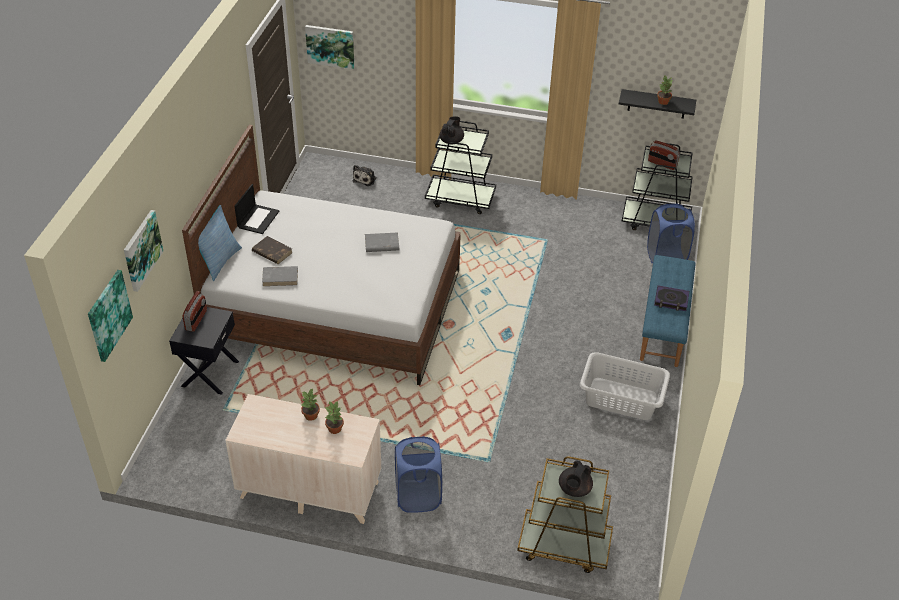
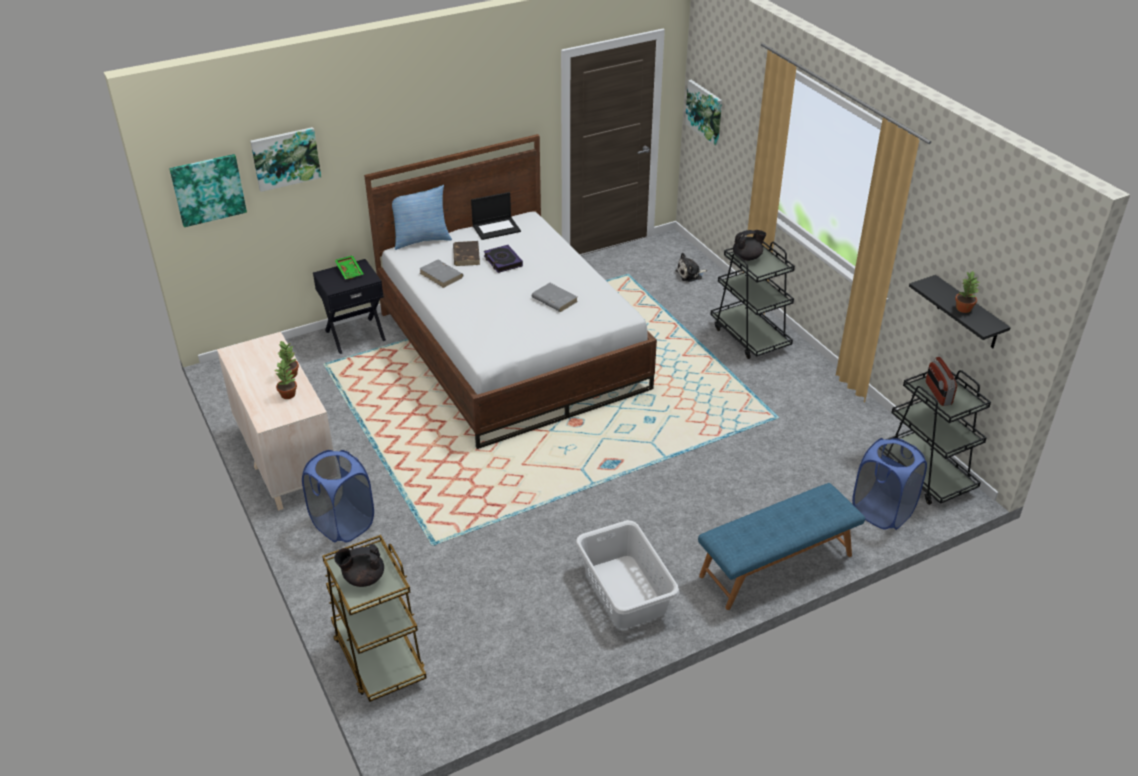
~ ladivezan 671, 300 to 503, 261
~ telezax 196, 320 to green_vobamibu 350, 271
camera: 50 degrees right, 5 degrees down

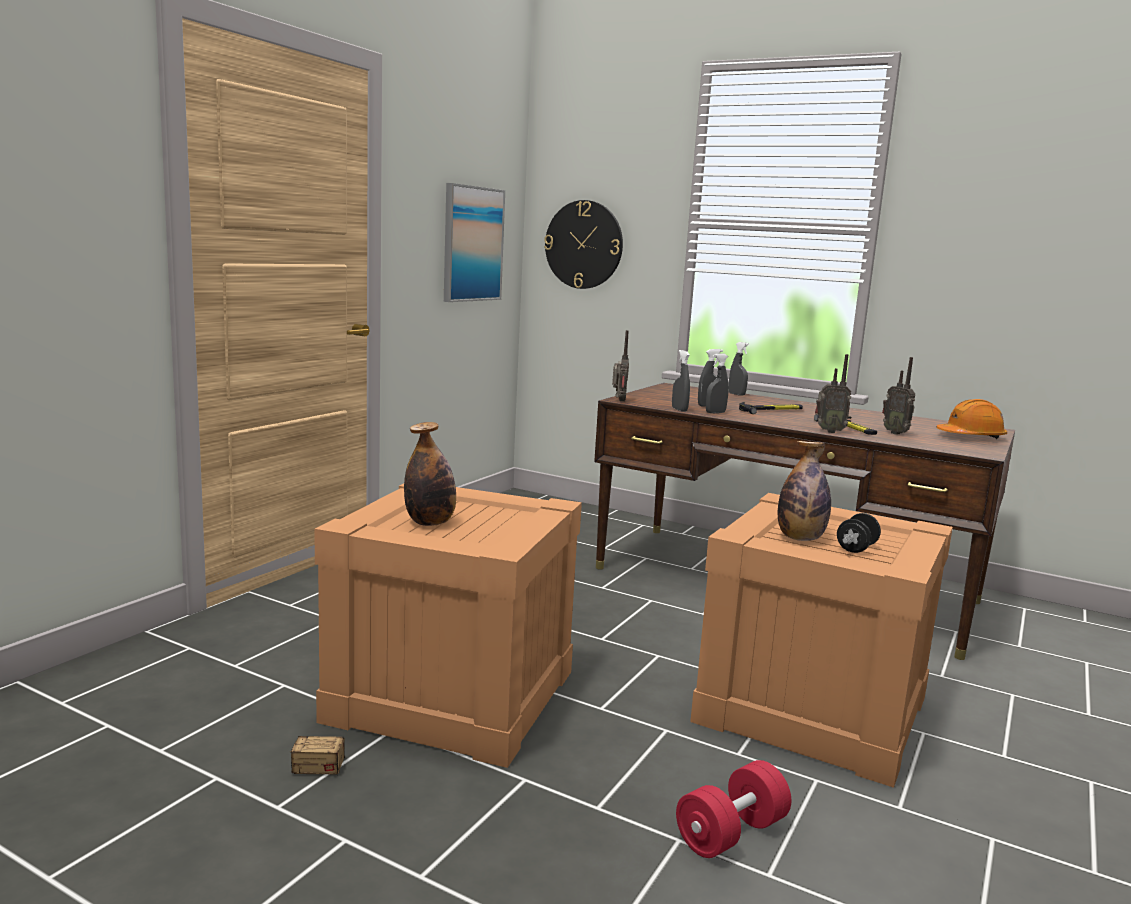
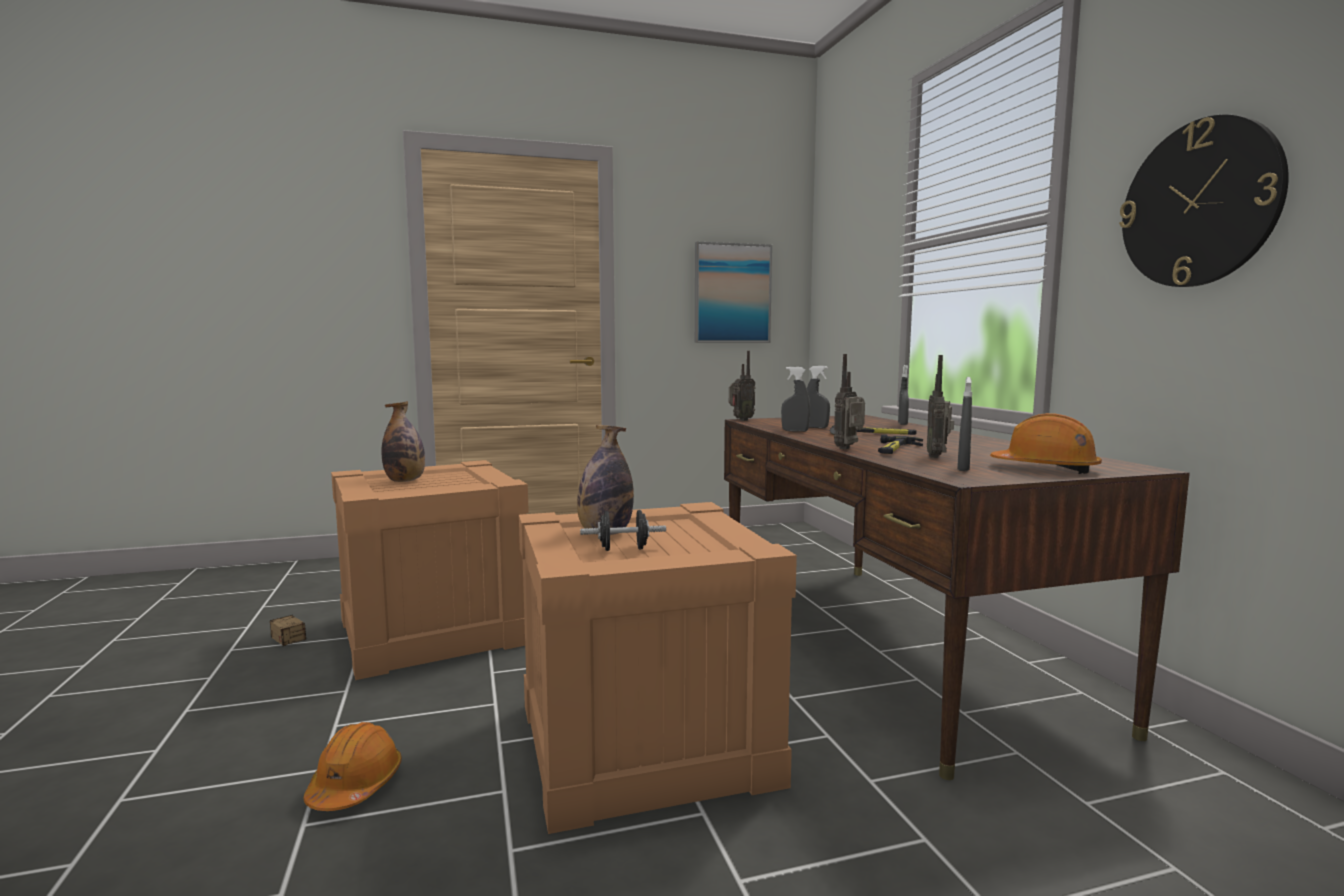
~ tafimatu 584, 244 to 1199, 204
~ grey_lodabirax 679, 410 to 963, 469
~ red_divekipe 731, 833 to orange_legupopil 355, 785
~ telezax 828, 431 = 849, 449 75 degrees clockwise
camera: 45 degrees right, 5 degrees down

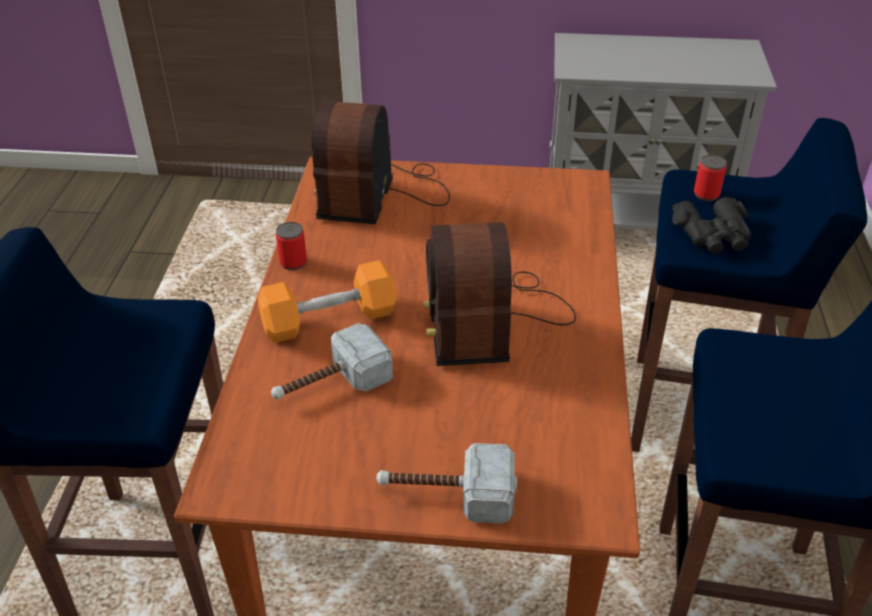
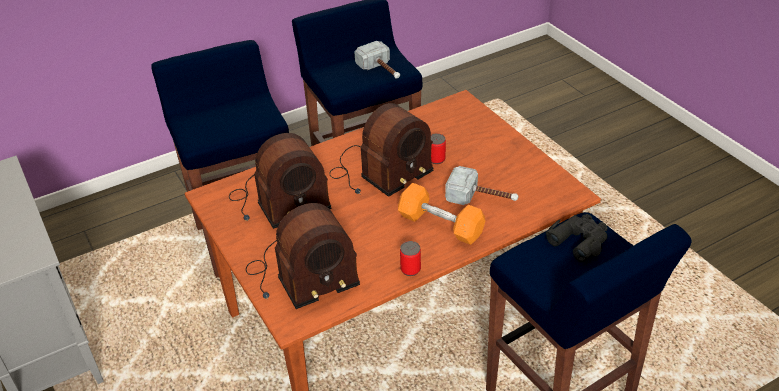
+ telezax 278, 201
~ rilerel 446, 494 to 382, 71
~ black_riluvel 713, 235 to 579, 240
~ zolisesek 706, 194 to 436, 159
camera: 125 degrees left, 0 degrees up

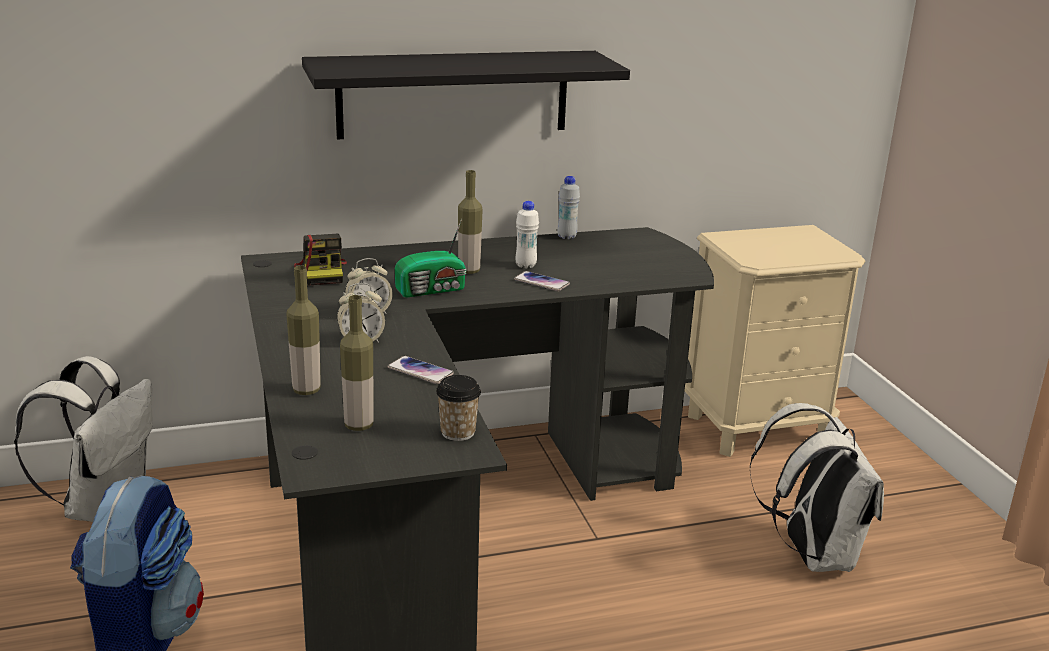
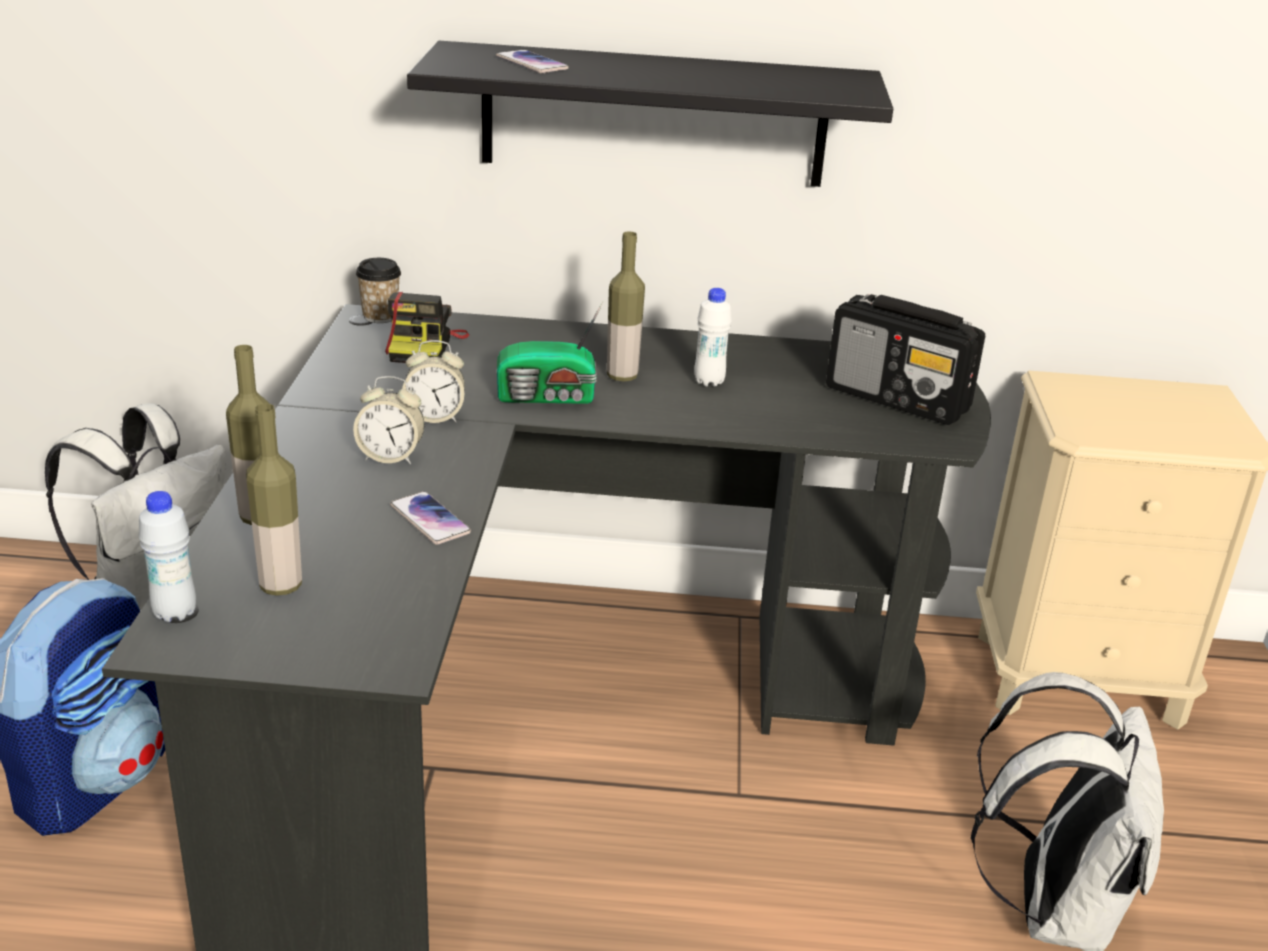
+ telezax 898, 399
~ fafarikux 458, 432 to 380, 316
~ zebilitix 541, 282 to 531, 63
~ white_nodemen 567, 237 to 175, 613
camera: 20 degrees right, 5 degrees up

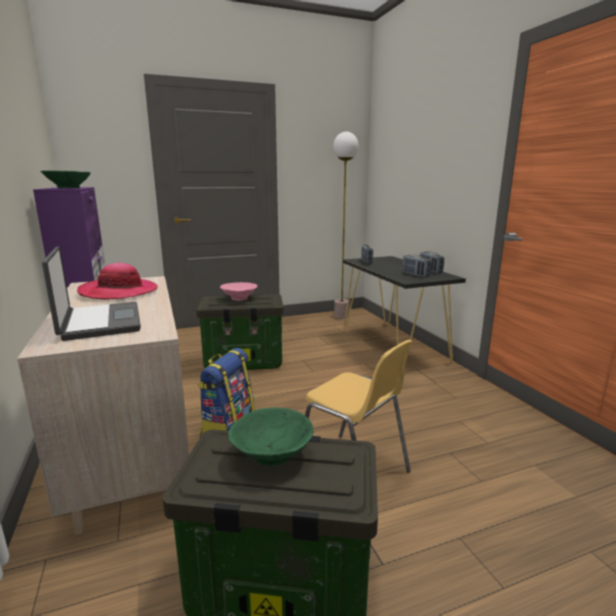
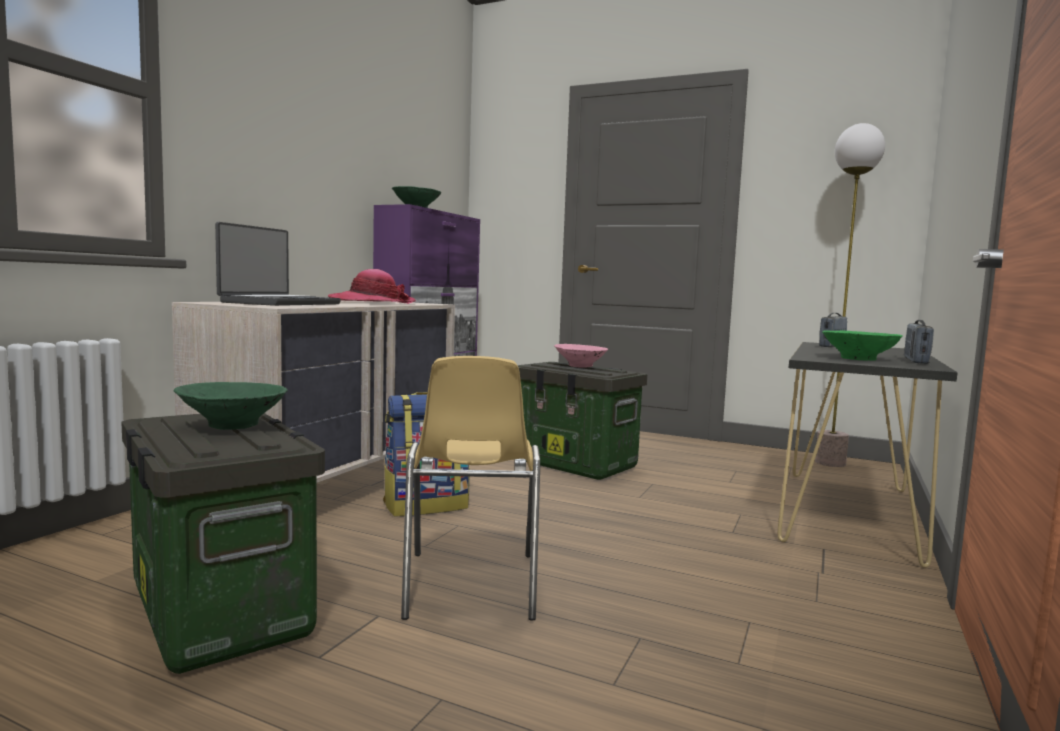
~ telezax 415, 275 to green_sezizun 859, 359
camera: 45 degrees right, 10 degrees down

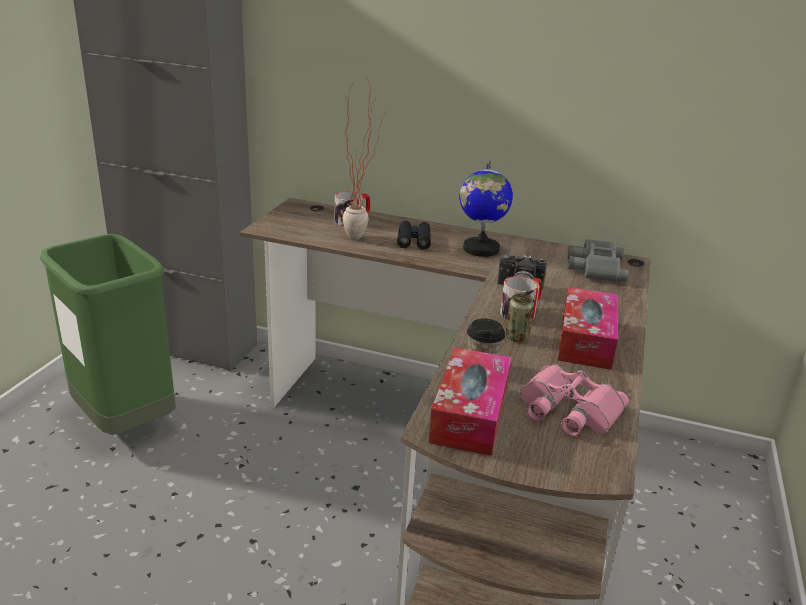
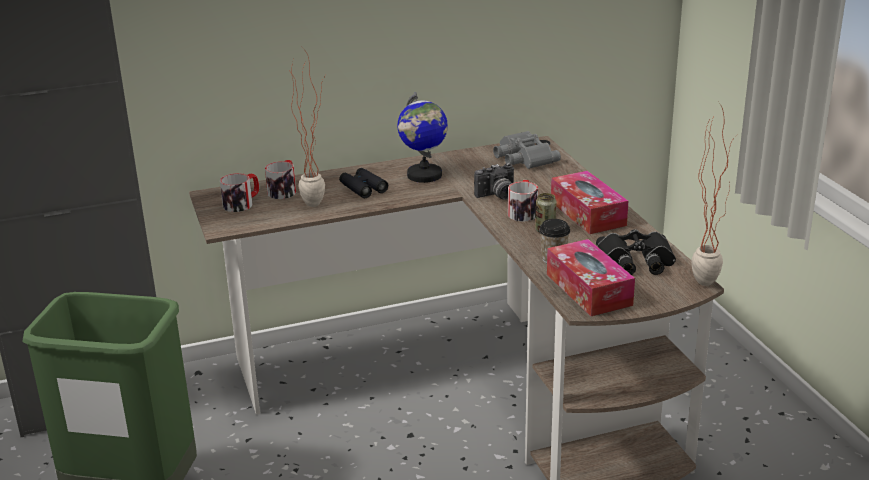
+ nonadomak 242, 203
+ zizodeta 706, 278
~ pink_riluvel 567, 410 to black_riluvel 635, 261
camera: 35 degrees left, 0 degrees up

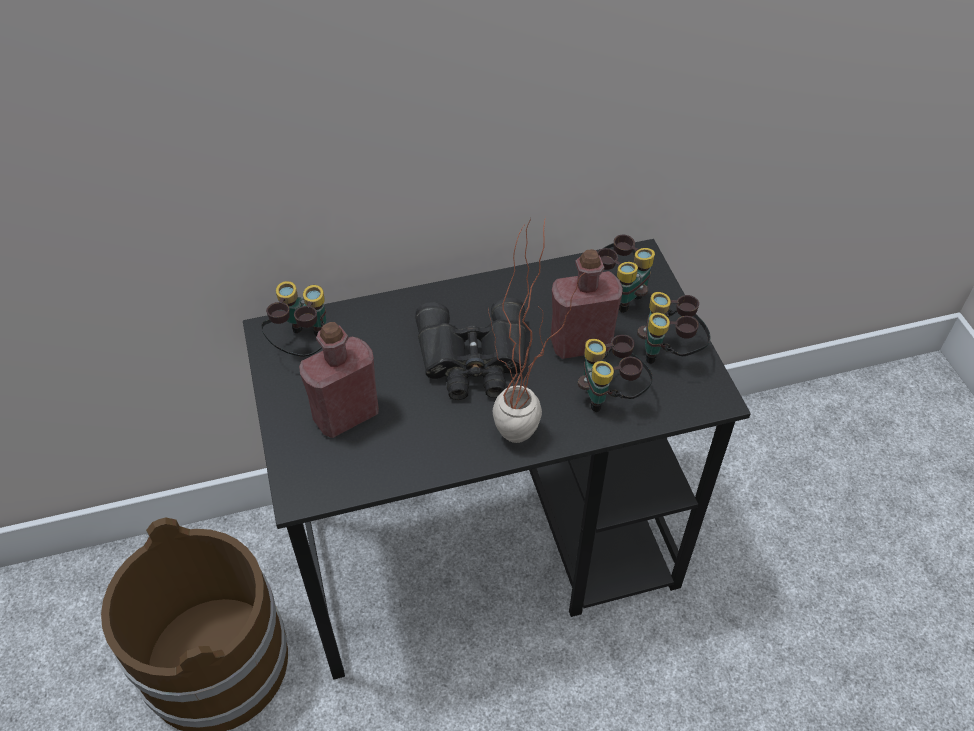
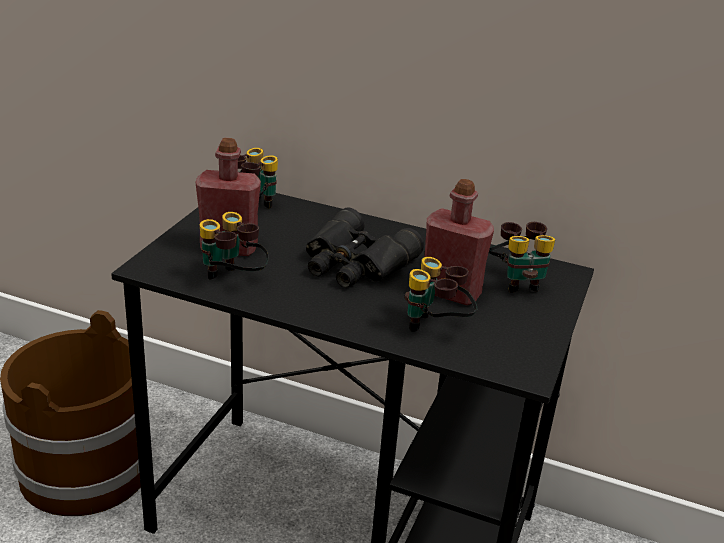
- zizodeta 526, 443
~ riluvel 669, 353 to 232, 281
camera: 35 degrees right, 20 degrees down

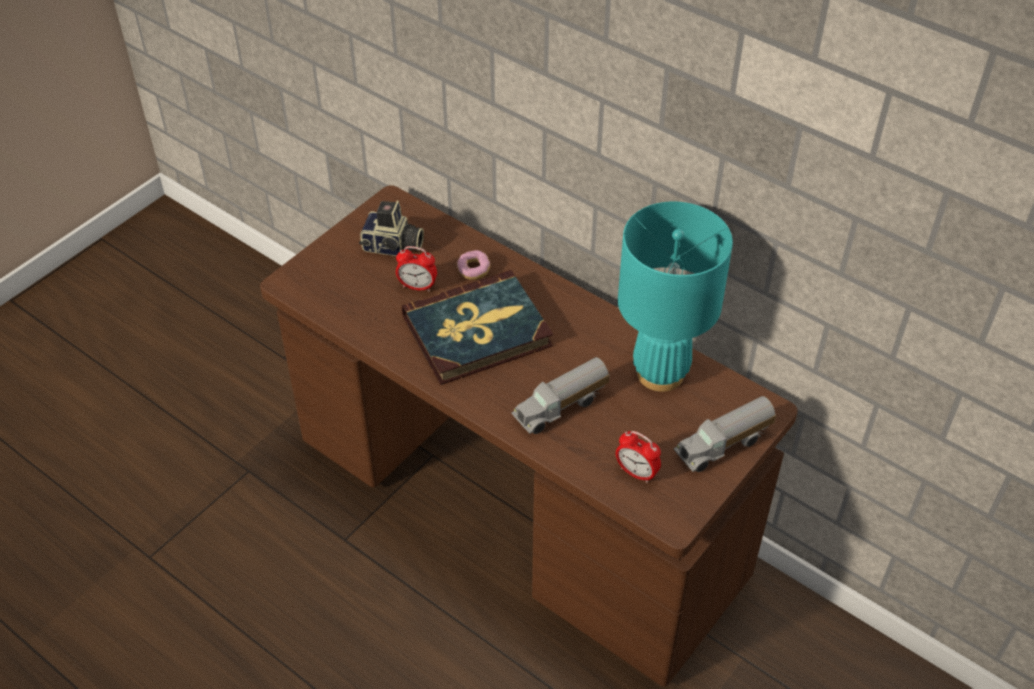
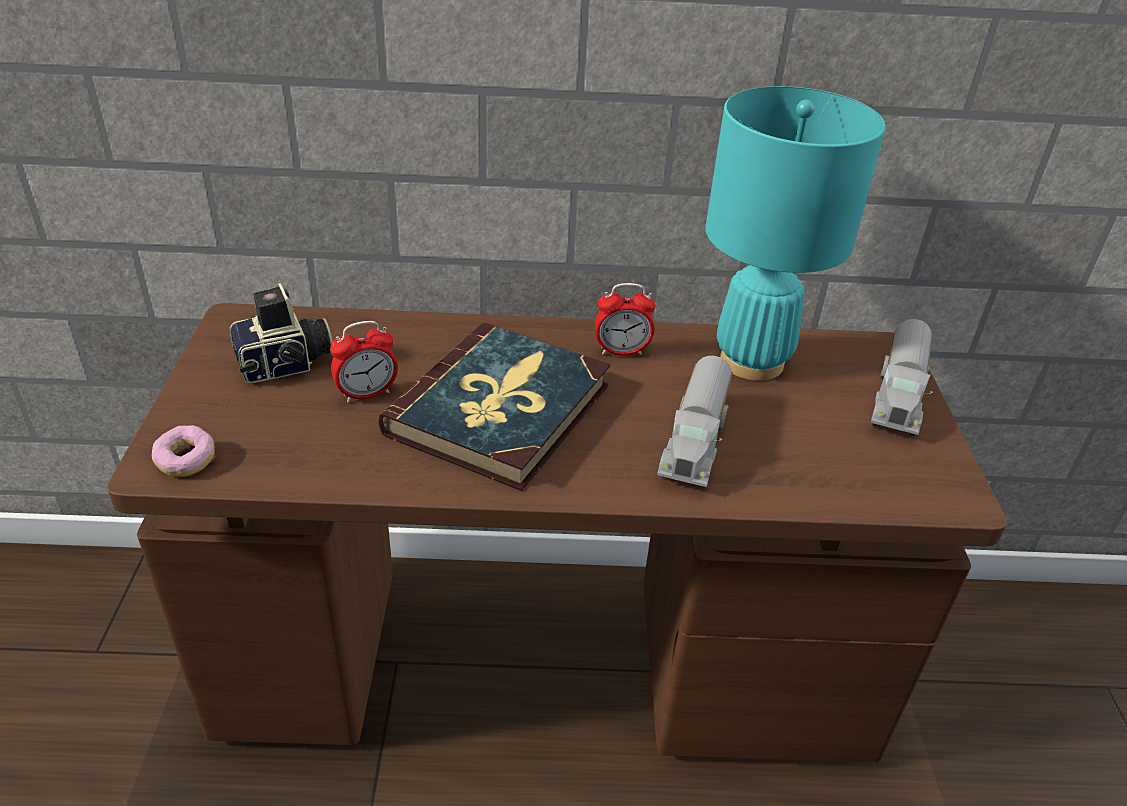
~ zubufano 473, 270 to 186, 461
~ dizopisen 636, 473 to 621, 351
camera: 40 degrees left, 10 degrees down

